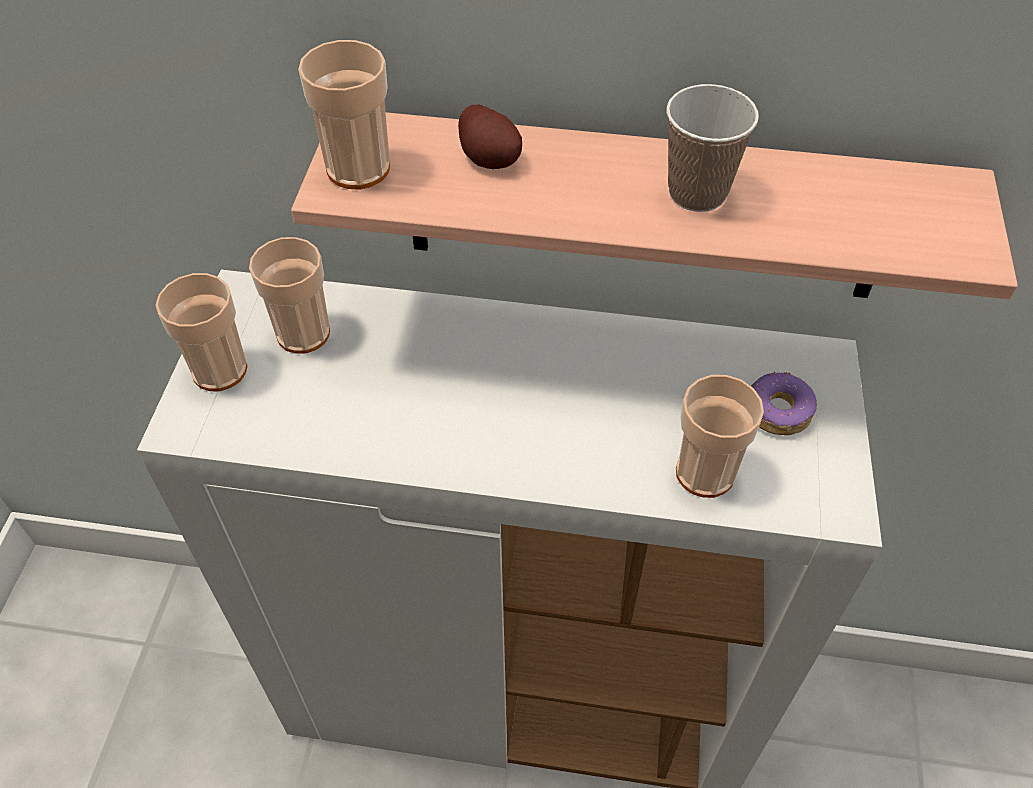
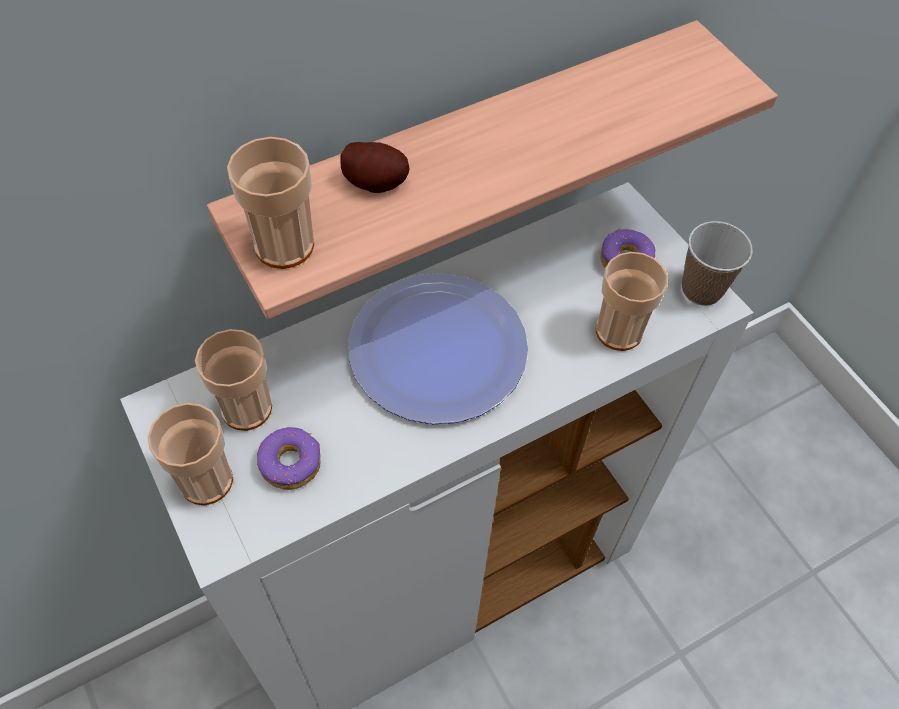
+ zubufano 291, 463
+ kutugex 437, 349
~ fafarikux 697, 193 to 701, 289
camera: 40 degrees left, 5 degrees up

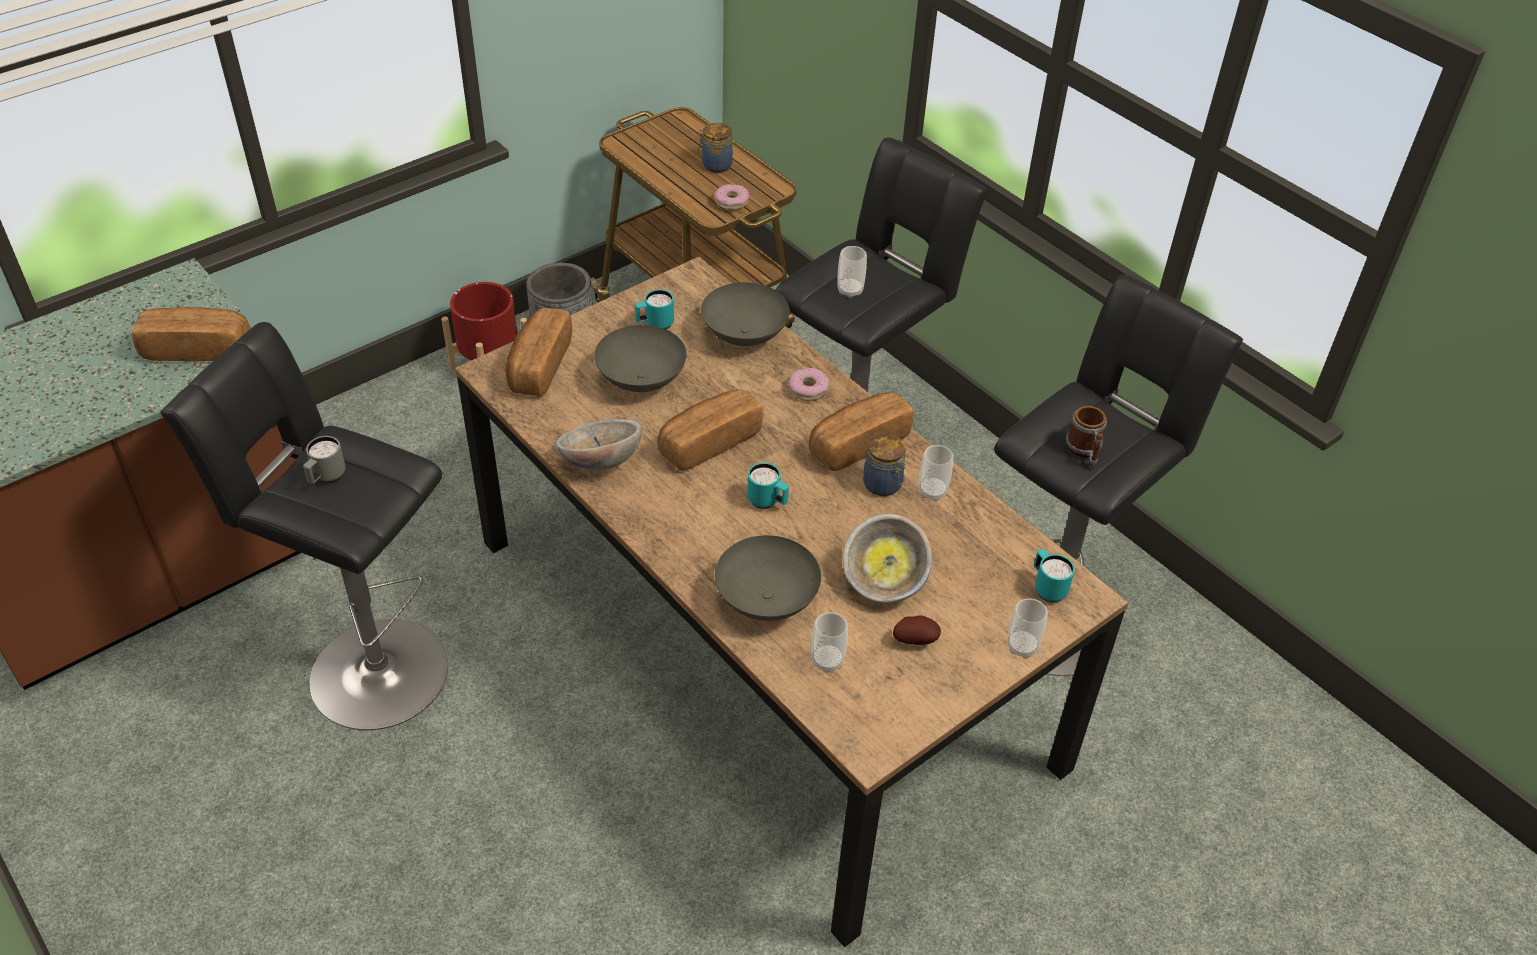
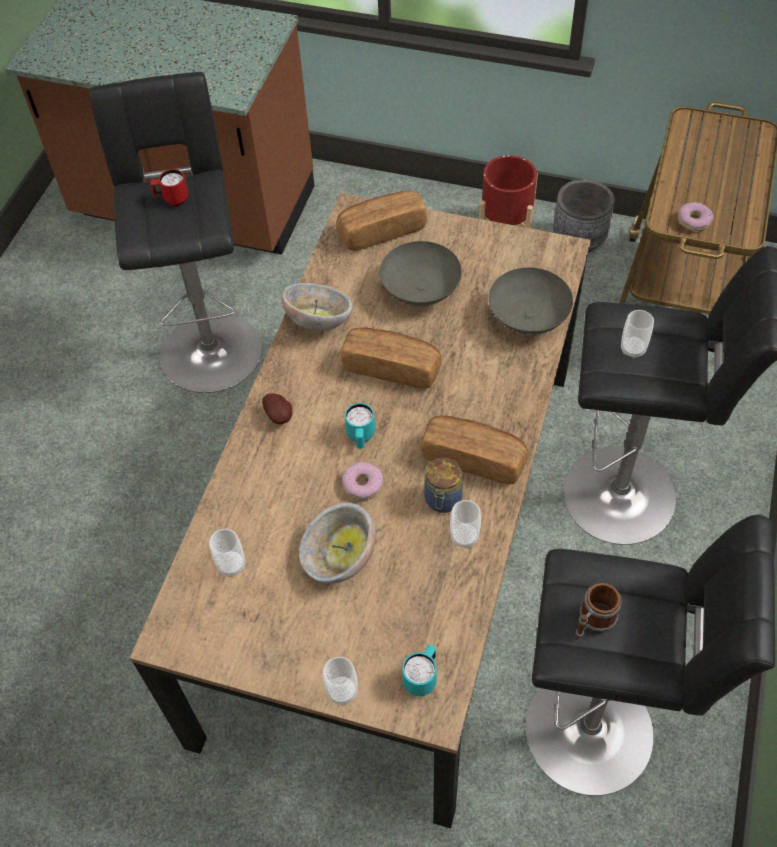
- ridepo 198, 349
- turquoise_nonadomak 655, 325
- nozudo 715, 165
- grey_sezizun 767, 601
~ zubufano 808, 389 to 362, 484
~ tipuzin 915, 639 to 280, 416
~ grey_nonadomak 326, 477 to red_nonadomak 172, 200
camera: 60 degrees right, 10 degrees up

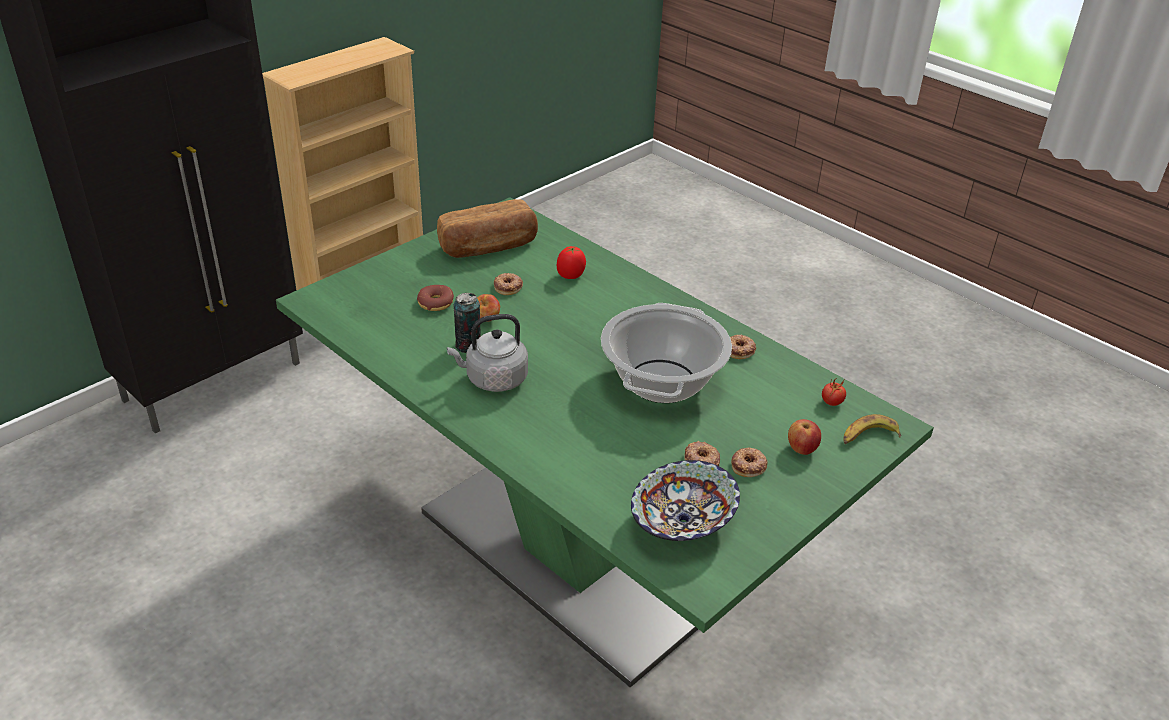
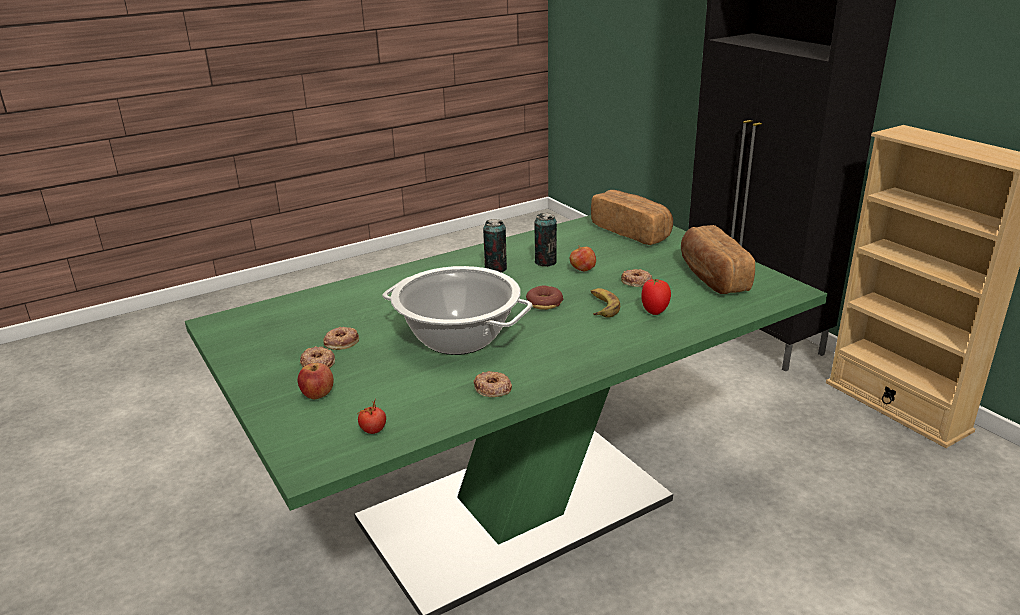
- sezizun 684, 523
+ ridepo 631, 232
~ zubufano 435, 303 to 544, 303
~ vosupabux 868, 436 to 601, 307
~ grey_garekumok 493, 379 to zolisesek 495, 269
camera: 105 degrees right, 10 degrees down

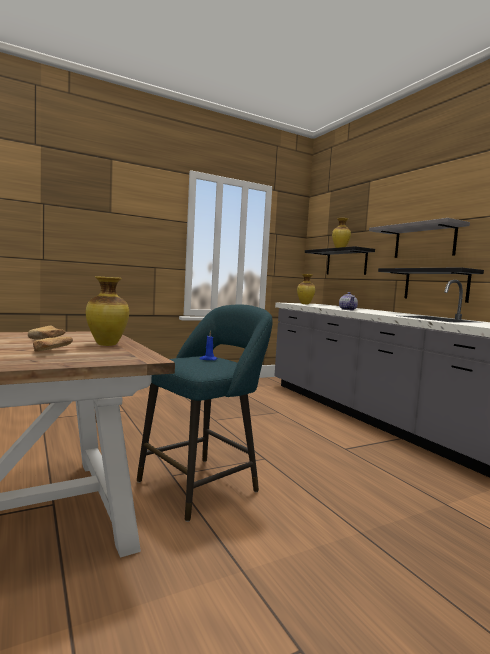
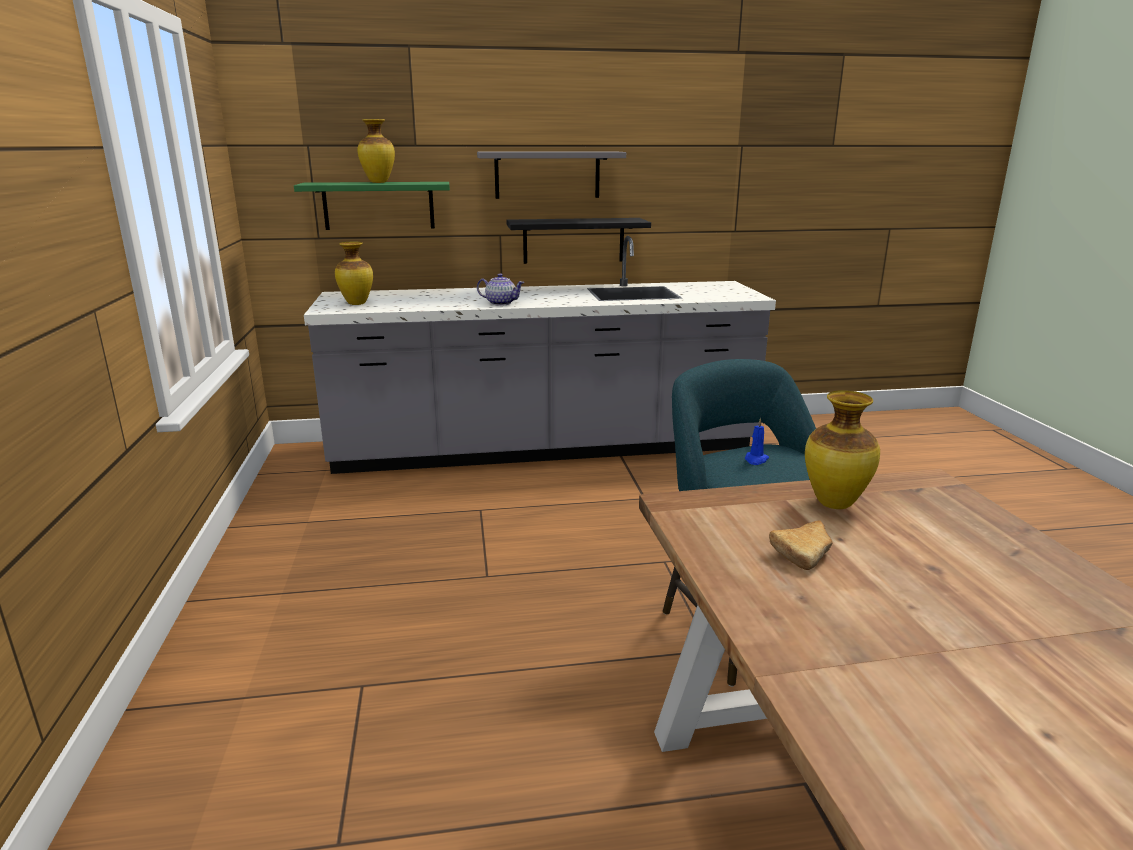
- ridepo 49, 352
~ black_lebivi 346, 262 to green_lebivi 378, 205
camera: 70 degrees left, 15 degrees up

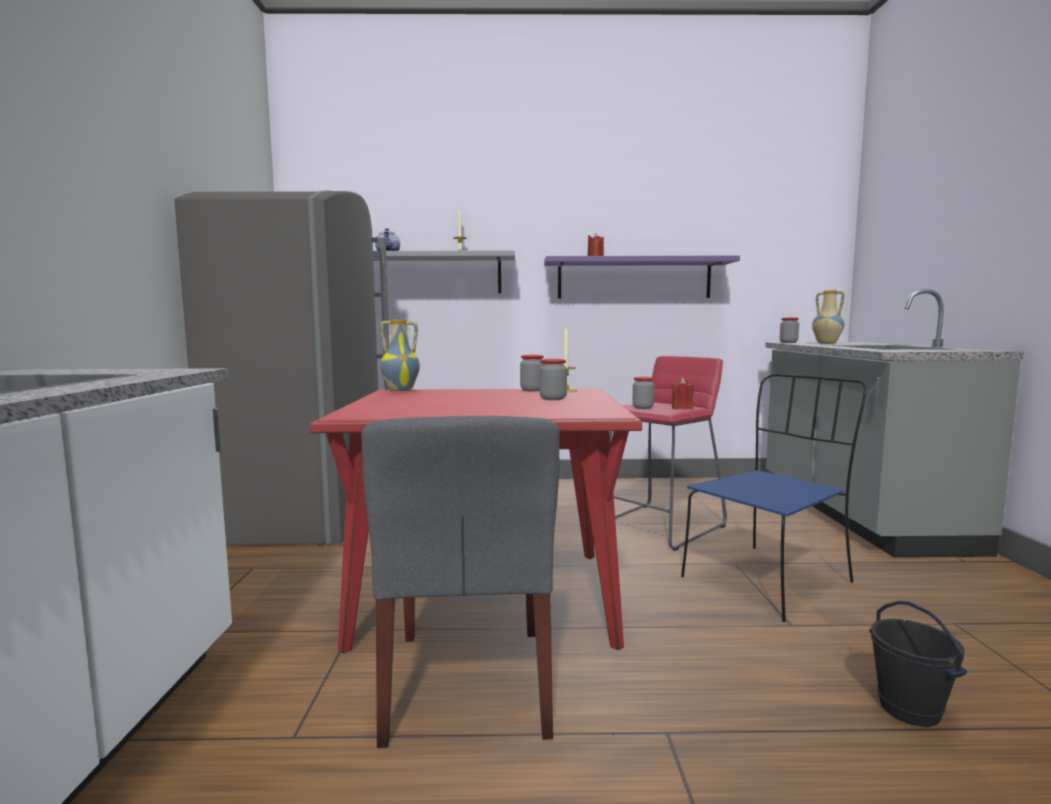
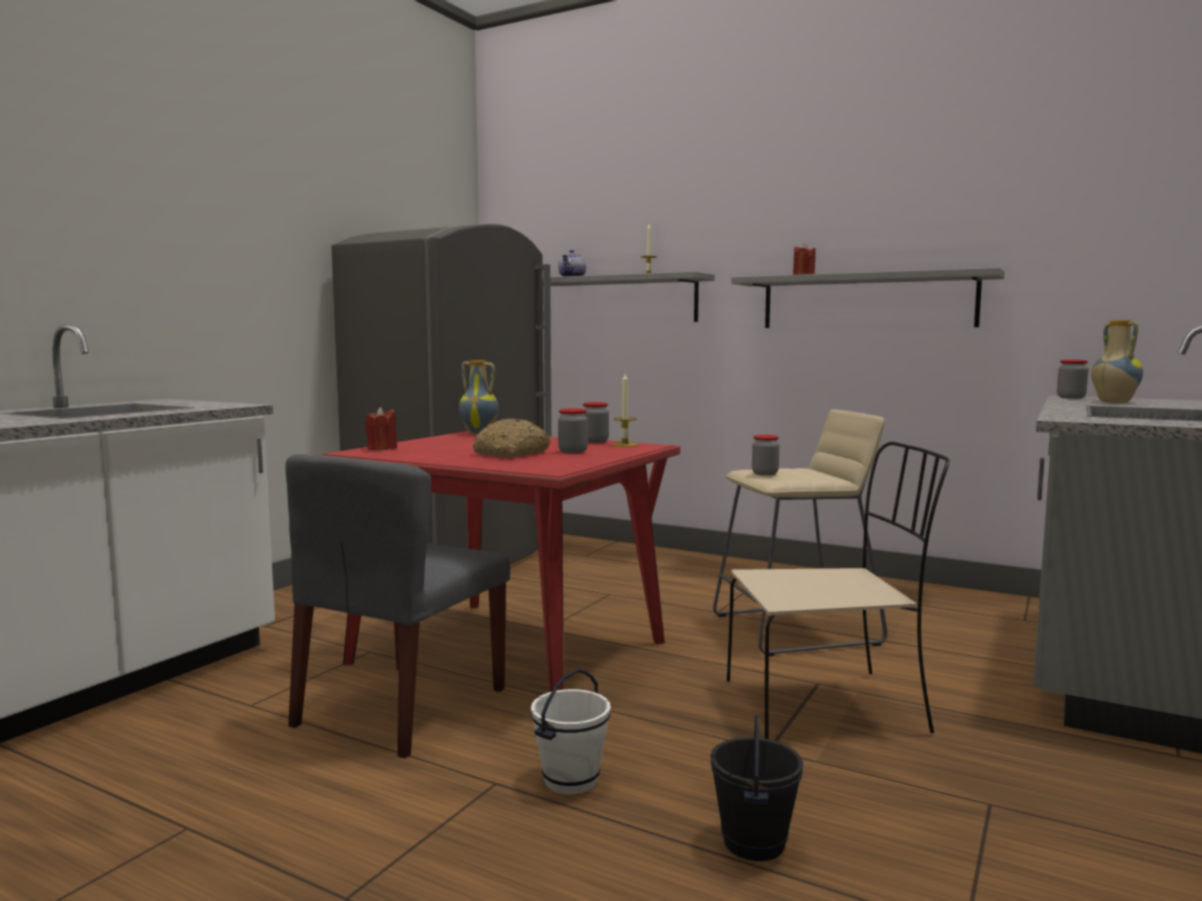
+ ridepo 511, 453
+ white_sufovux 572, 781
~ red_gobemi 682, 408 to 382, 449
~ purple_lebivi 634, 279 to grey_lebivi 867, 301
~ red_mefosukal 660, 526 to beige_mefosukal 796, 629
~ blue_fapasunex 768, 579 to beige_fapasunex 828, 706
camera: 30 degrees right, 0 degrees up

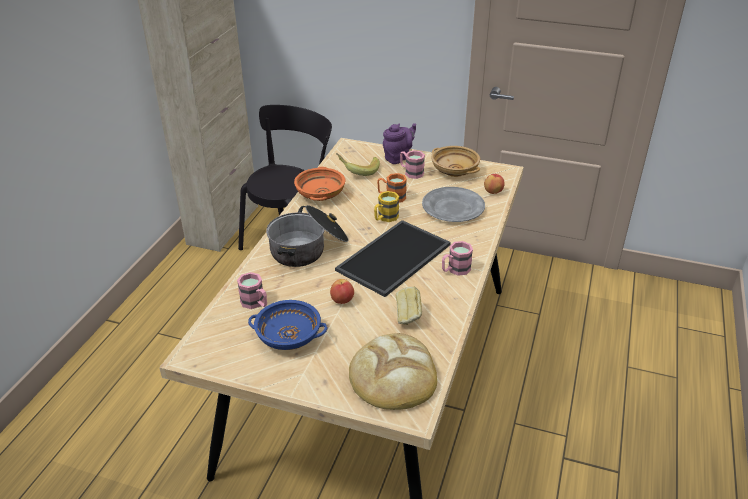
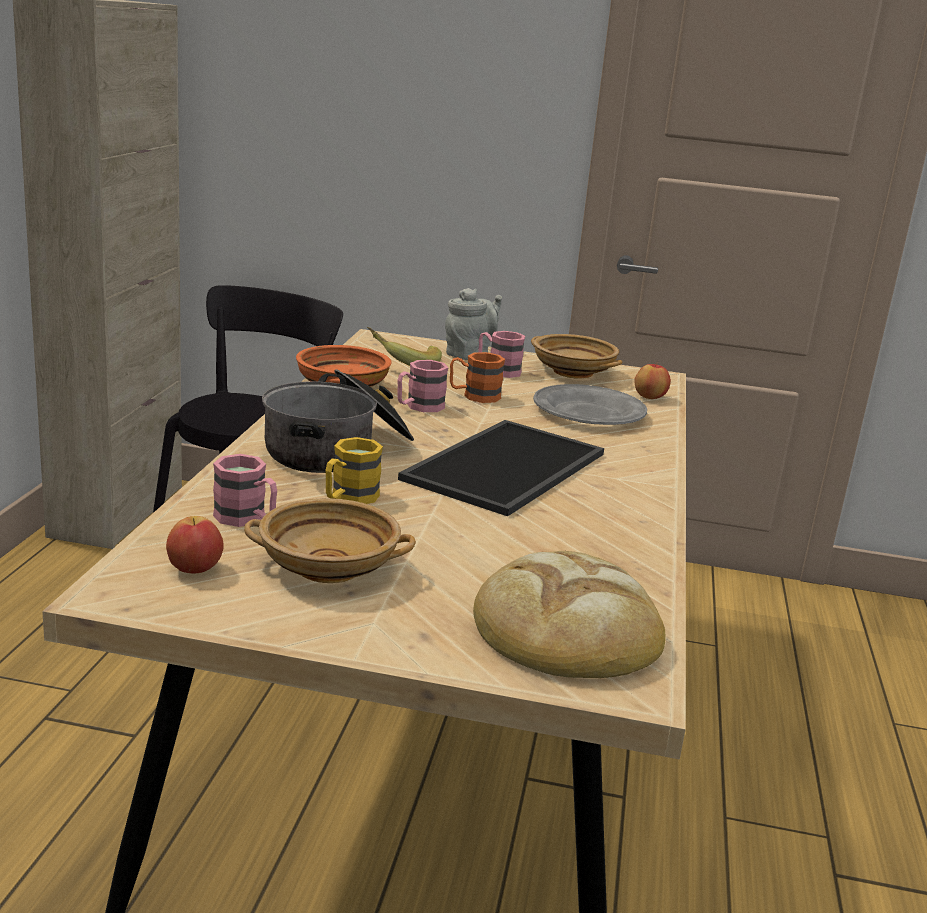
- ridepo 408, 317
~ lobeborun 342, 300 to 195, 569
~ yellow_nonadomak 385, 218 to 348, 498
~ pink_nonadomak 455, 270 to 419, 407
~ blue_sezizun 288, 337 to beige_sezizun 327, 568
~ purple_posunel 398, 157 to grey_posunel 469, 354
camera: 10 degrees left, 15 degrees down

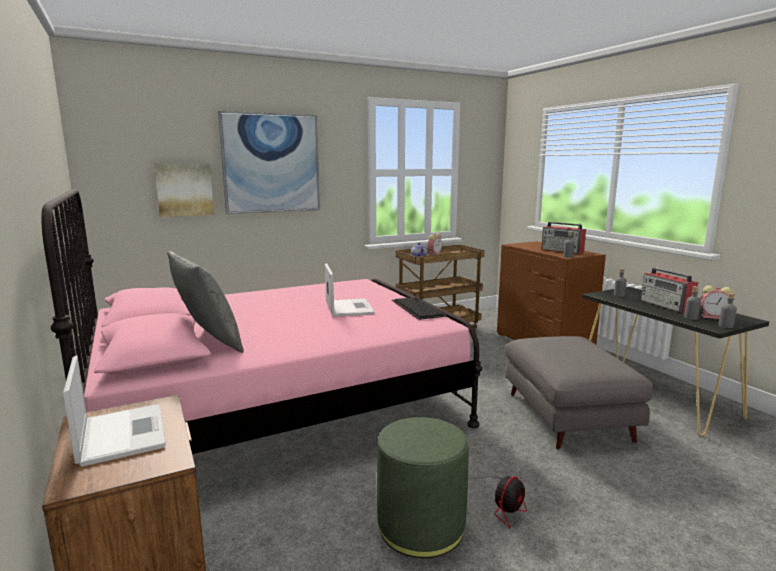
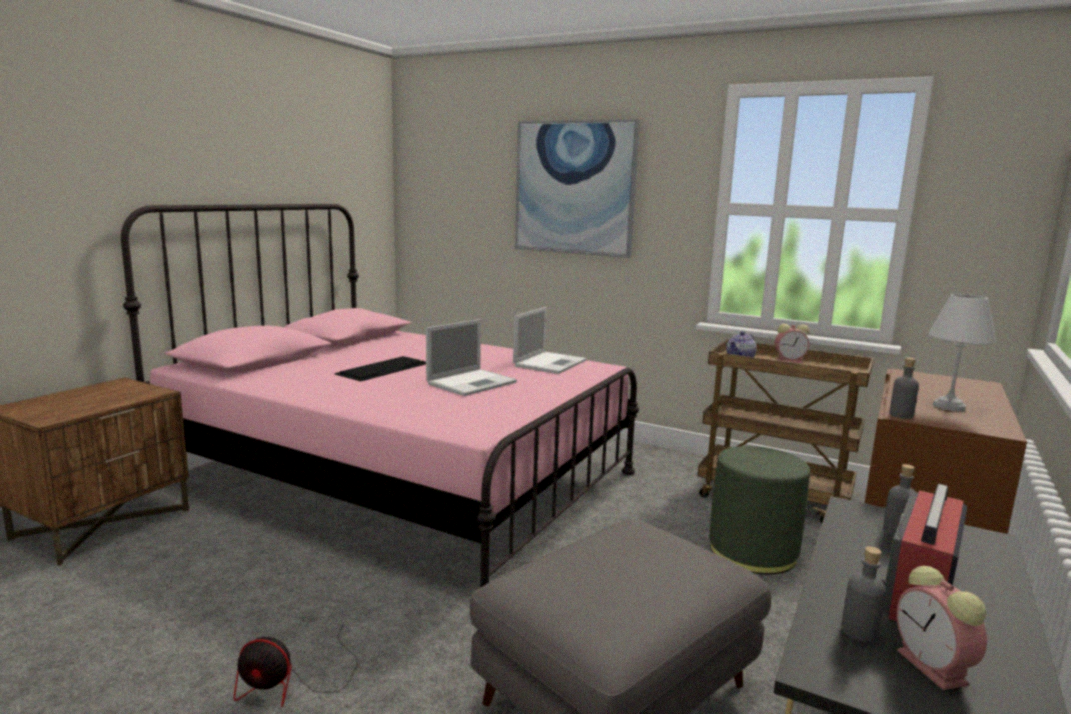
- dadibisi 184, 189
- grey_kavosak 207, 341
- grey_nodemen 725, 326
~ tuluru 121, 433 to 550, 363
~ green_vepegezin 421, 526 to 752, 552
~ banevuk 417, 307 to 383, 368
~ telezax 562, 251 to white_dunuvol 950, 407
camera: 55 degrees right, 0 degrees up

